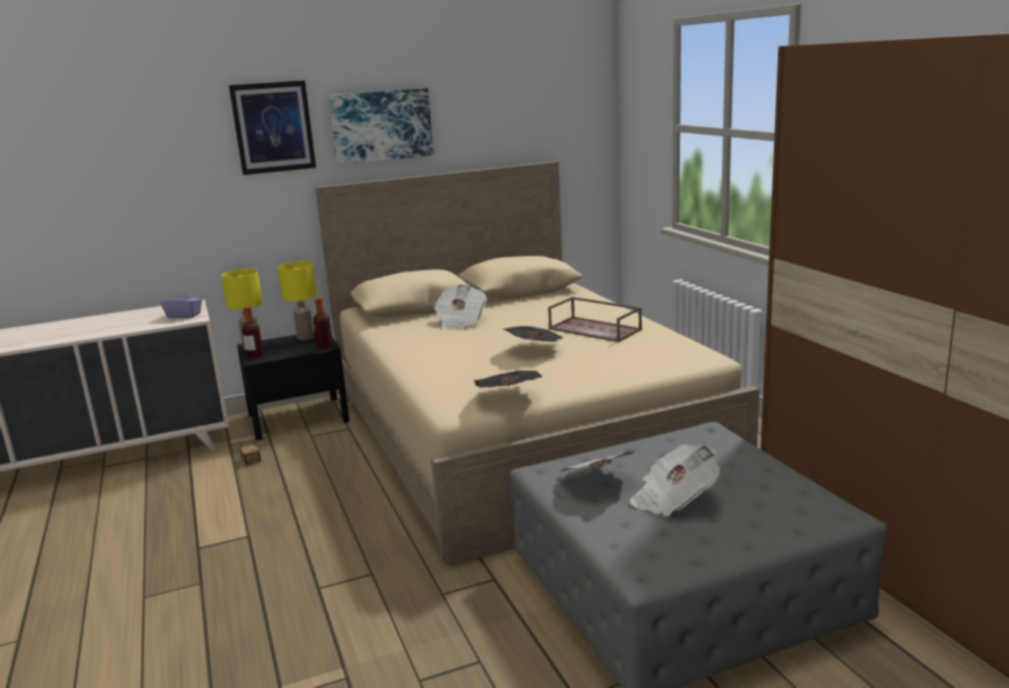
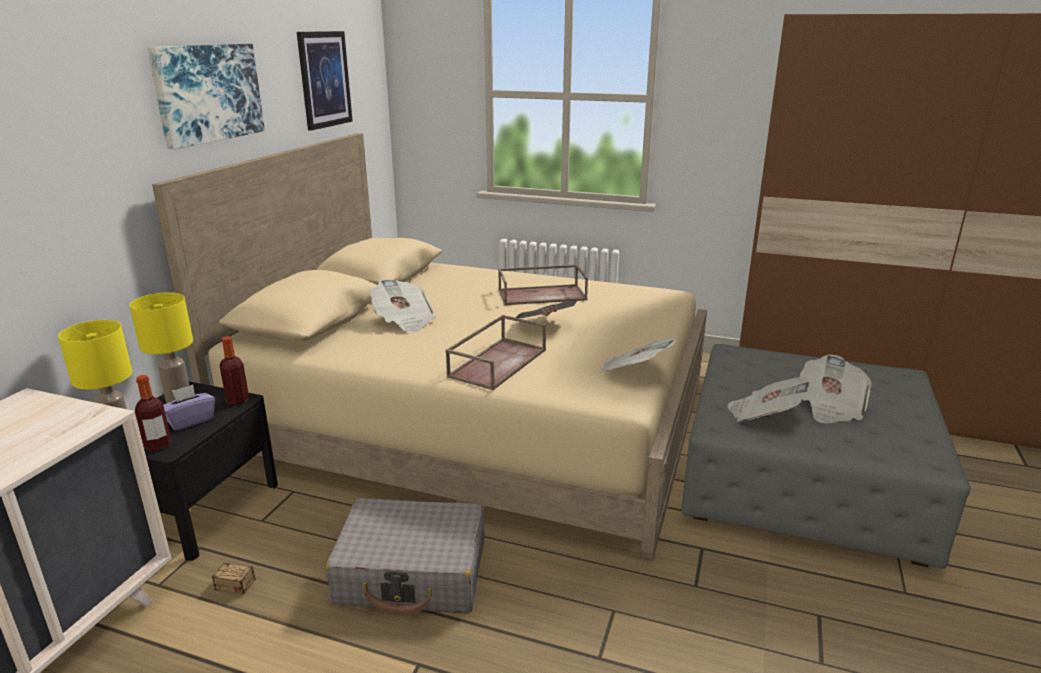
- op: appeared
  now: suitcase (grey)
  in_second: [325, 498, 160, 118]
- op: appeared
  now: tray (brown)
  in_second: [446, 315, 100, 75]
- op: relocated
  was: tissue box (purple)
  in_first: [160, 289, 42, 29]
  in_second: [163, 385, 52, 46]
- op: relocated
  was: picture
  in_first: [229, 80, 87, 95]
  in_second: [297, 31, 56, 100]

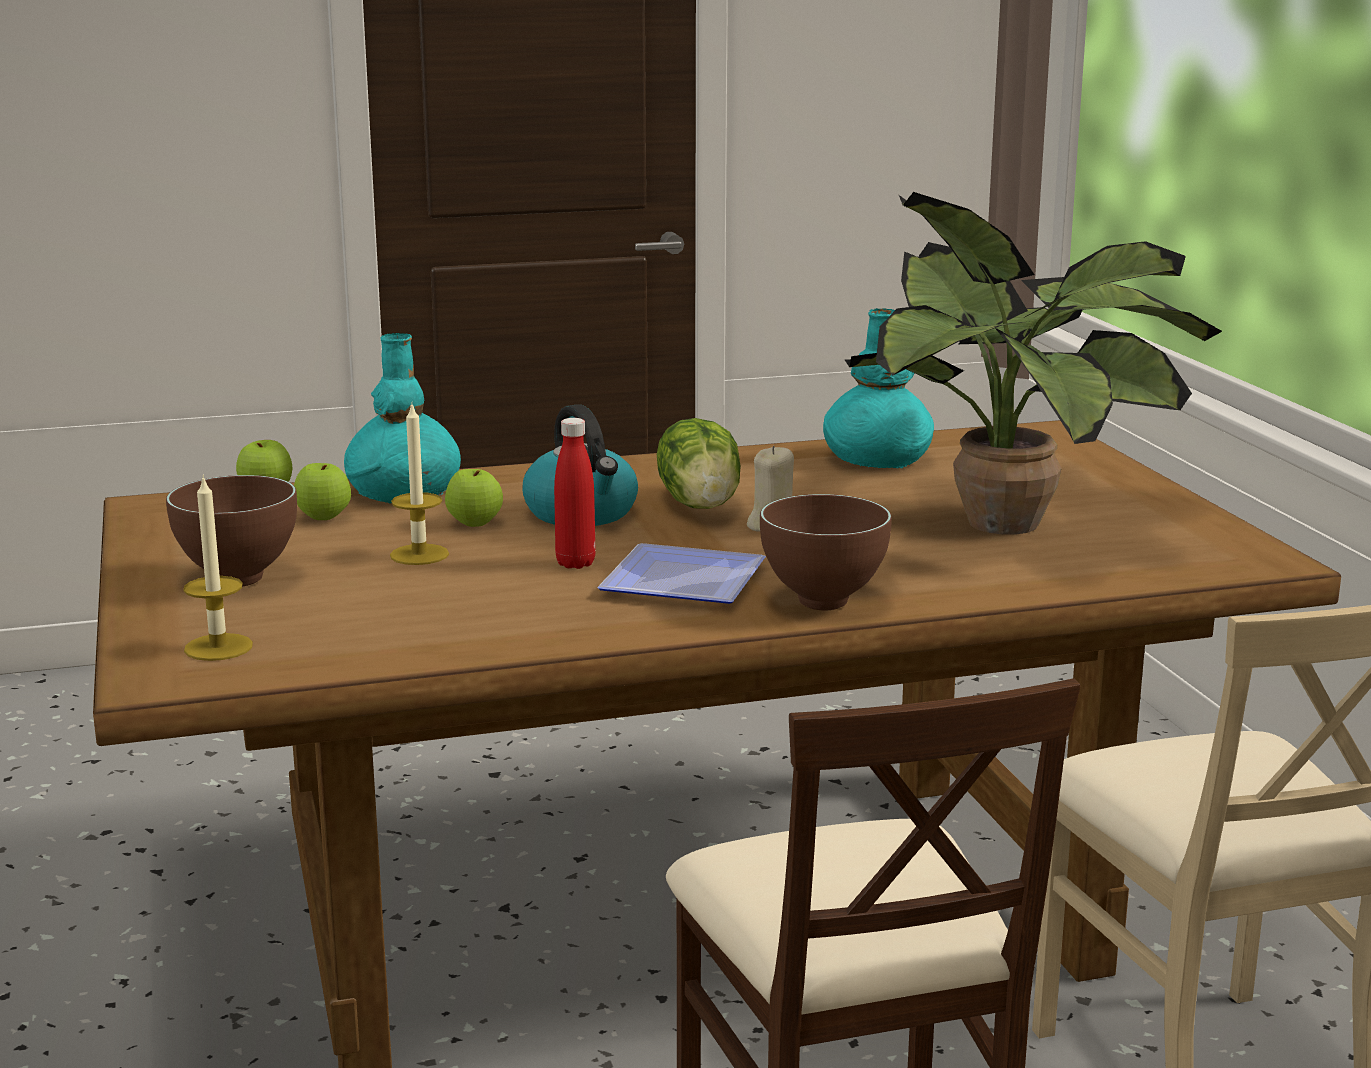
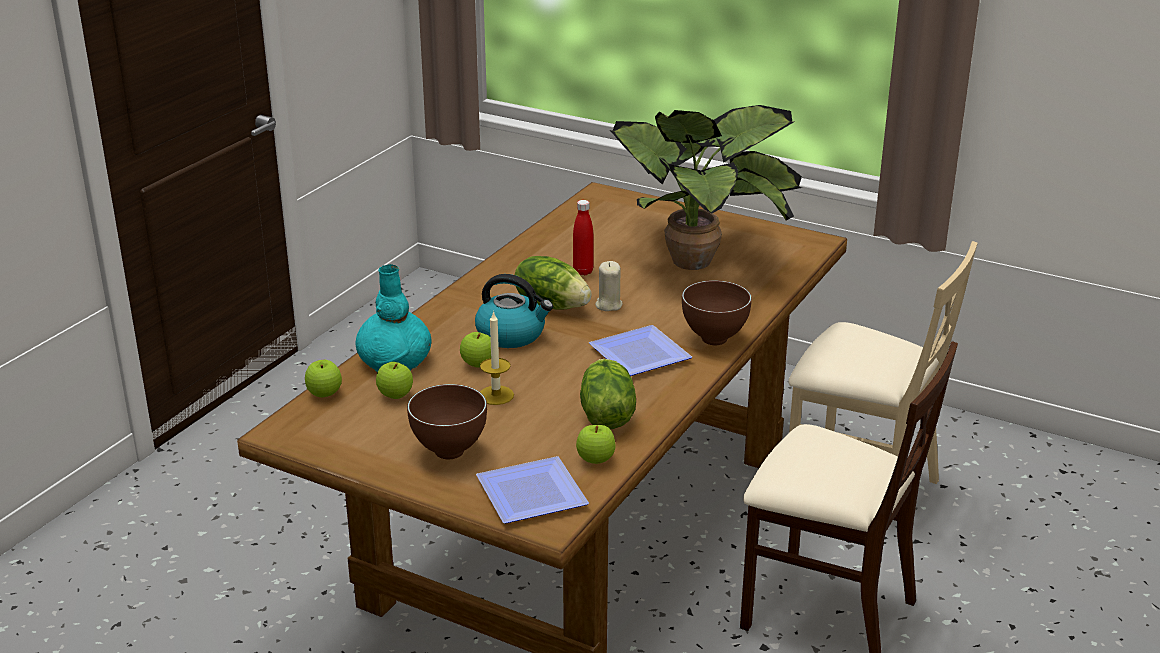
- op: missing
  was: vase (turquoise)
  in_first: [823, 308, 111, 160]
- op: appeared
  now: apple
  in_second: [576, 425, 40, 39]
- op: appeared
  now: lettuce
  in_second: [580, 359, 56, 70]
- op: relocated
  was: bottle (red)
  in_first: [554, 418, 42, 151]
  in_second: [573, 200, 20, 75]
- op: exchanged
  was: candle
  now: plate
  in_first: [183, 475, 70, 186]
  in_second: [476, 456, 113, 68]

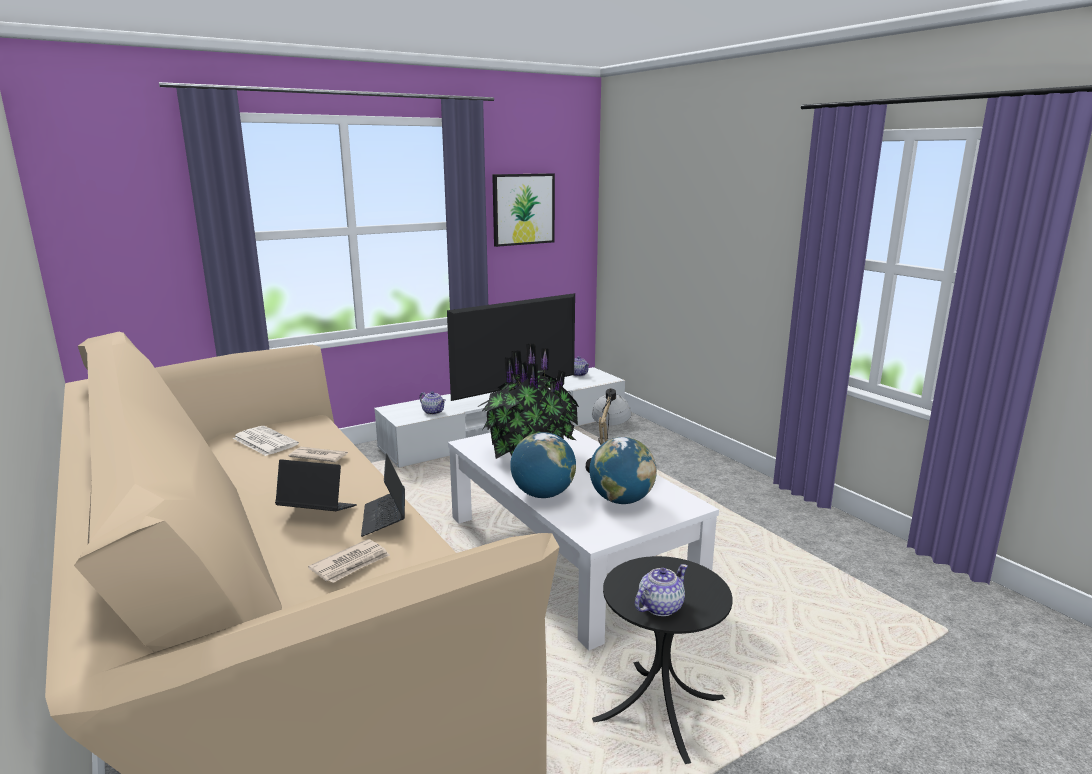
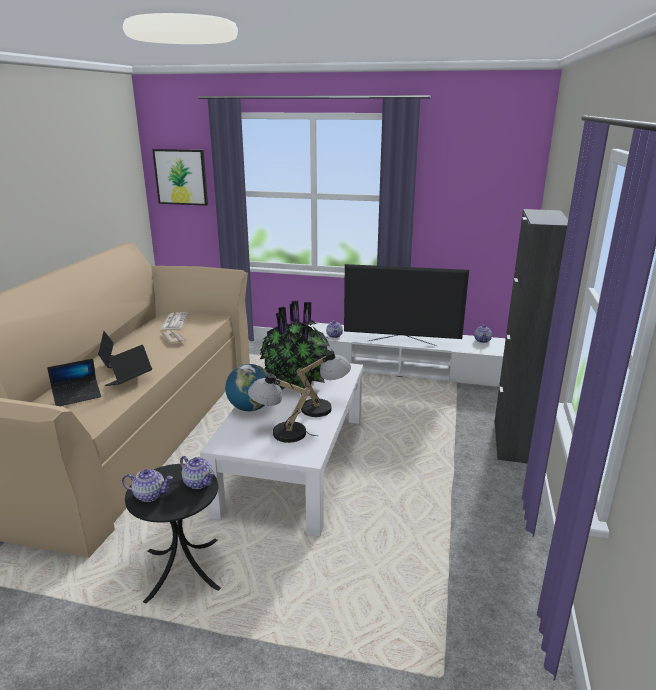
- op: appeared
  now: teapot
  in_second: [180, 456, 34, 33]
- op: appeared
  now: cabinet (black)
  in_second: [495, 209, 73, 254]
- op: relocated
  was: picture
  in_first: [492, 173, 63, 74]
  in_second: [152, 149, 56, 57]
- op: exchanged
  was: newspaper
  now: laptop
  in_first: [308, 539, 82, 44]
  in_second: [47, 359, 54, 47]
- op: exchanged
  was: globe
  now: table lamp
  in_first: [589, 437, 68, 67]
  in_second: [248, 372, 69, 71]

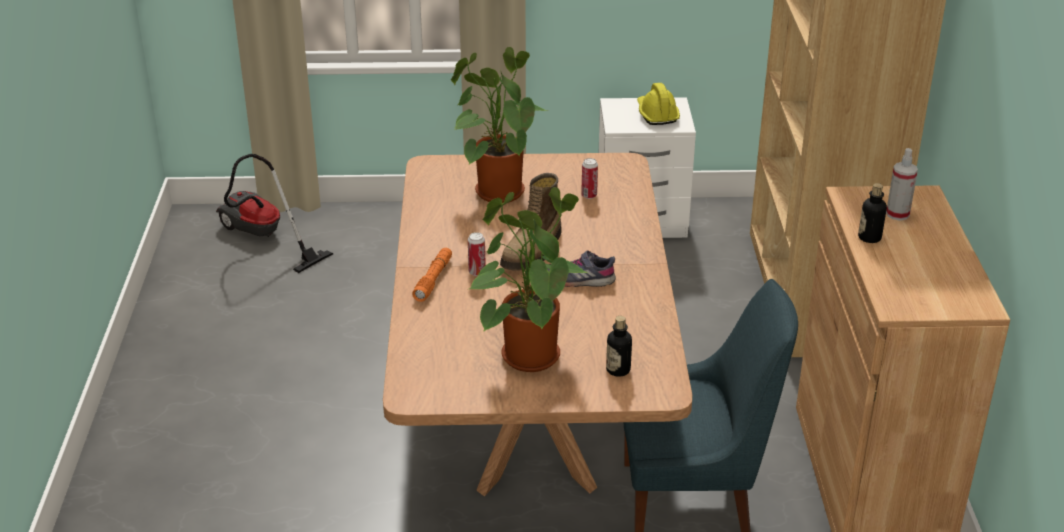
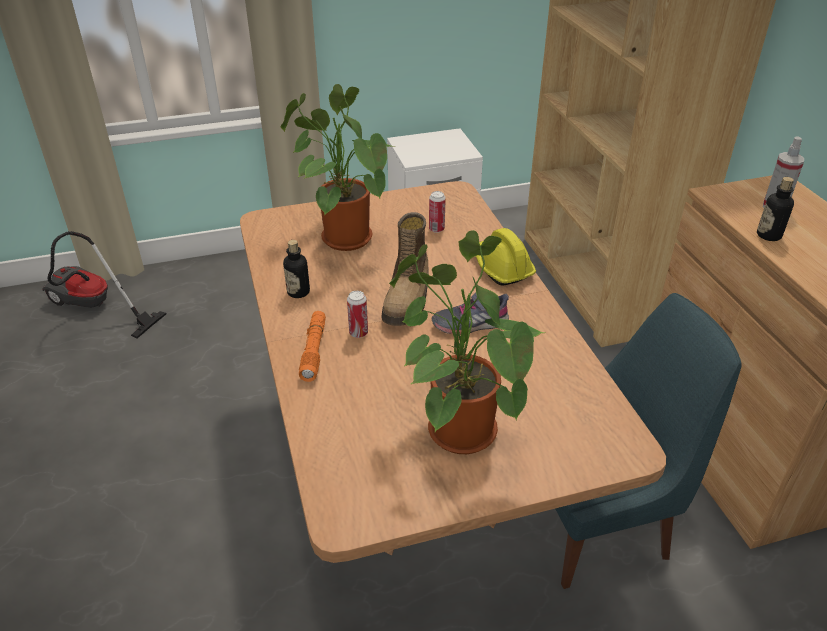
- op: relocated
  was: bottle
  in_first: [606, 316, 26, 61]
  in_second: [283, 240, 27, 58]
- op: relocated
  was: hard hat (yellow)
  in_first: [637, 83, 43, 42]
  in_second: [475, 228, 61, 57]

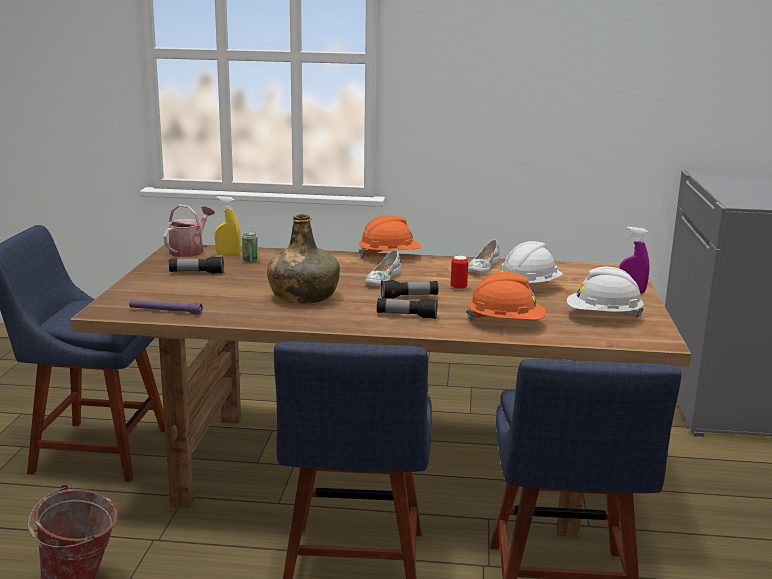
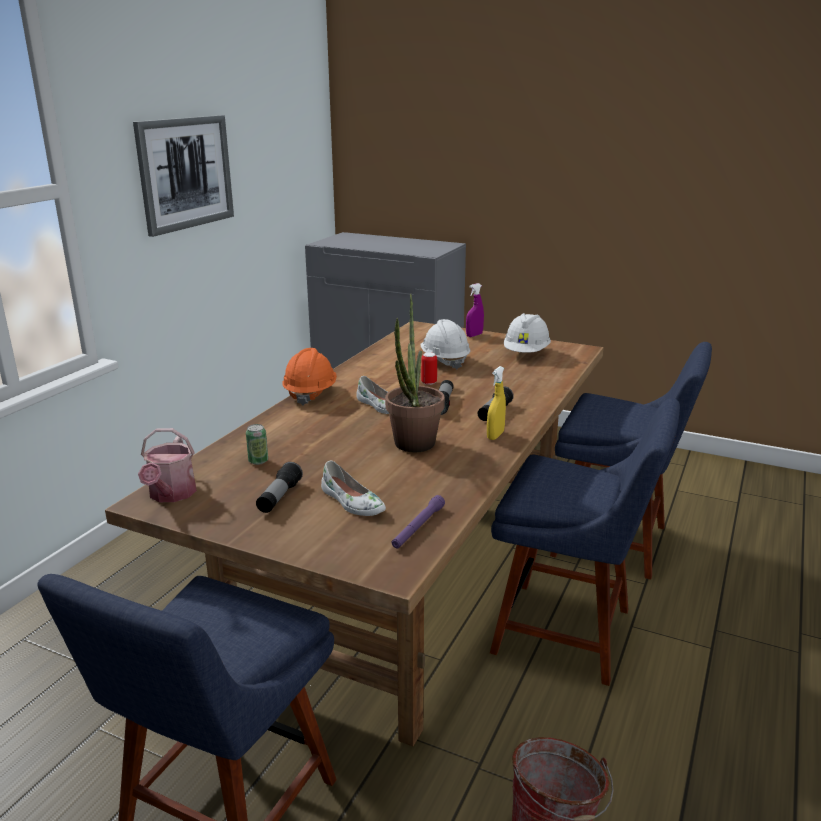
- op: missing
  was: hard hat (orange)
  in_first: [466, 272, 80, 48]
- op: appeared
  now: picture
  in_second: [133, 115, 101, 122]
- op: relocated
  was: spray bottle (yellow)
  in_first: [214, 196, 27, 60]
  in_second: [487, 366, 19, 74]
- op: relocated
  was: shoe (white)
  in_first: [468, 240, 32, 33]
  in_second: [321, 461, 65, 55]
- op: exchanged
  was: bottle (green)
  now: potted plant
  in_first: [267, 214, 73, 90]
  in_second: [385, 294, 60, 158]
- op: spun
  was: watering can
  in_first: [163, 204, 52, 53]
  in_second: [138, 428, 59, 74]
  clockwise: -135

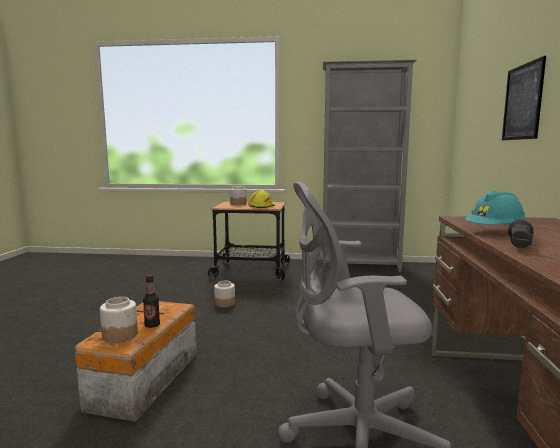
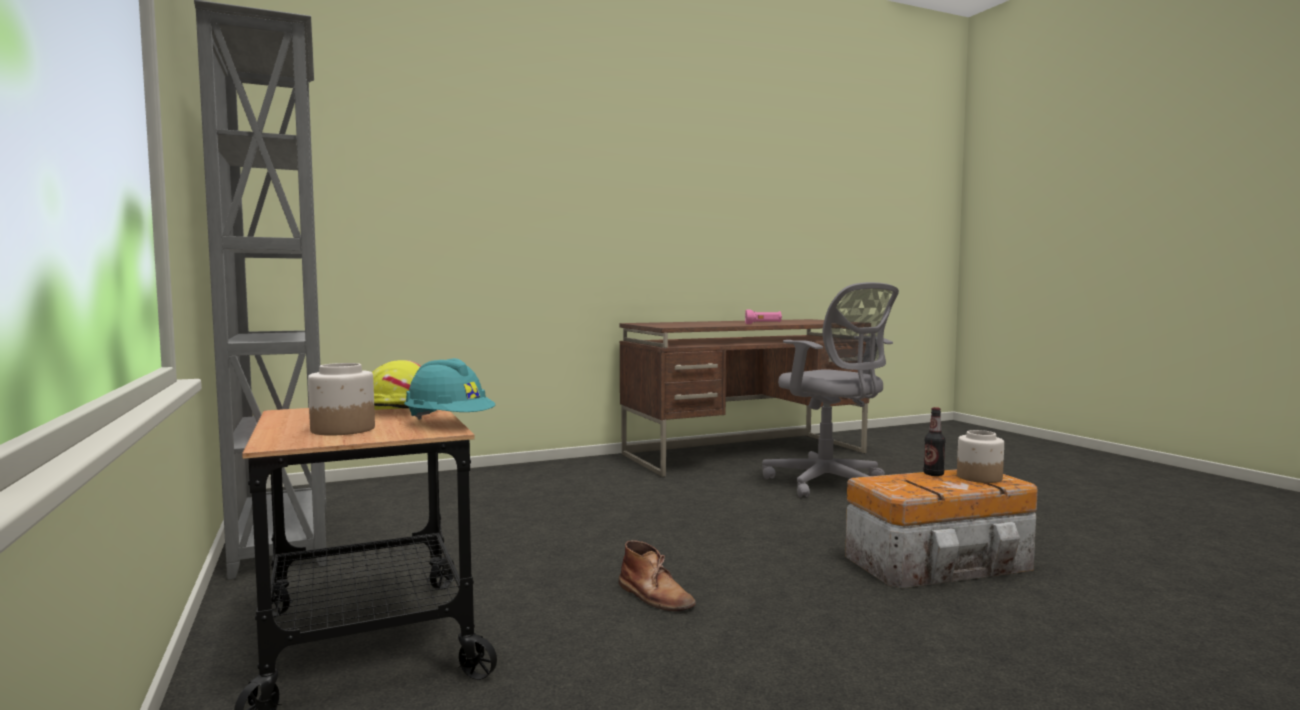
- op: missing
  was: picture
  in_first: [502, 56, 44, 84]
- op: relocated
  was: hard hat (turquoise)
  in_first: [465, 191, 61, 35]
  in_second: [404, 358, 91, 62]
- op: exchanged
  was: jar
  now: boot (brown)
  in_first: [214, 281, 21, 26]
  in_second: [619, 540, 77, 72]
- op: colour
  was: flashlight (black)
  now: flashlight (pink)
  in_first: [508, 219, 26, 29]
  in_second: [745, 309, 37, 15]

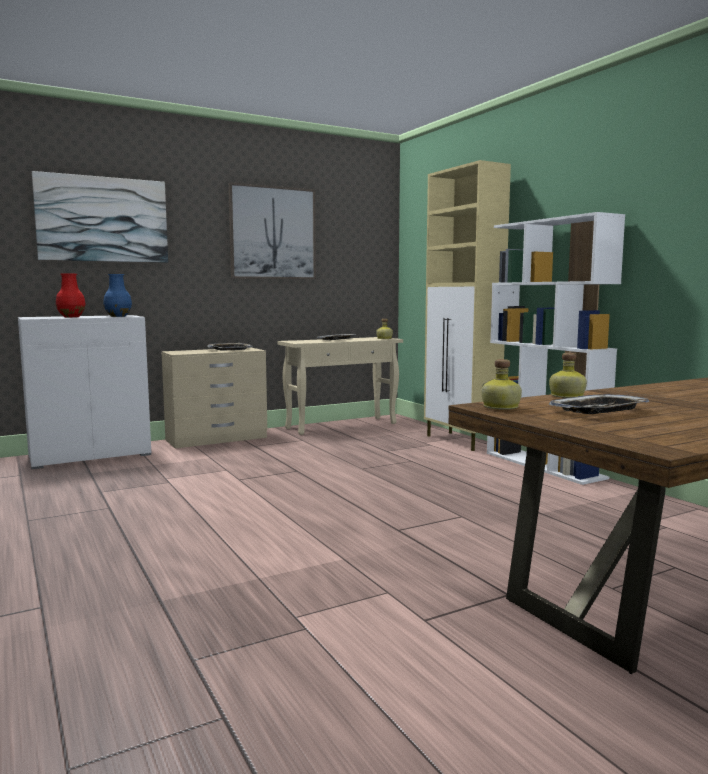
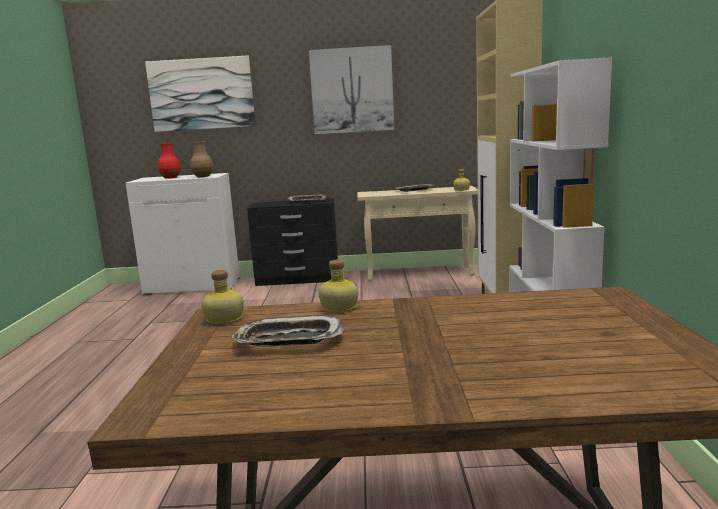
- op: colour
  was: vase (blue)
  now: vase (brown)
  in_first: [103, 274, 29, 43]
  in_second: [190, 141, 23, 36]
- op: colour
  was: dresser (beige)
  now: dresser (black)
  in_first: [162, 348, 105, 101]
  in_second: [247, 198, 91, 88]

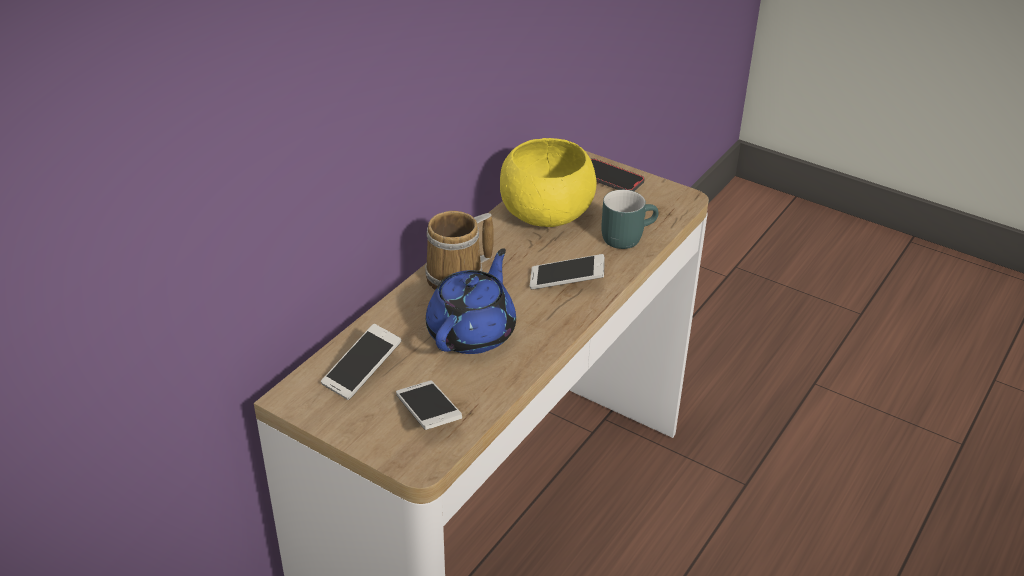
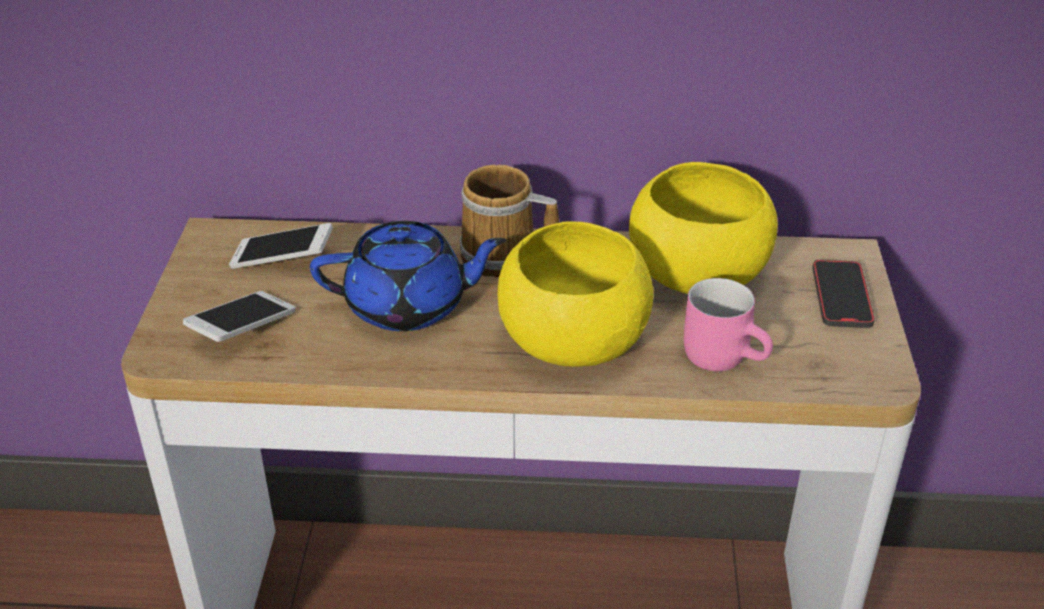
- op: exchanged
  was: phone
  now: bowl (yellow)
  in_first: [530, 254, 75, 36]
  in_second: [497, 221, 156, 146]
- op: colour
  was: mug (turquoise)
  now: mug (pink)
  in_first: [601, 190, 57, 59]
  in_second: [684, 278, 89, 93]

